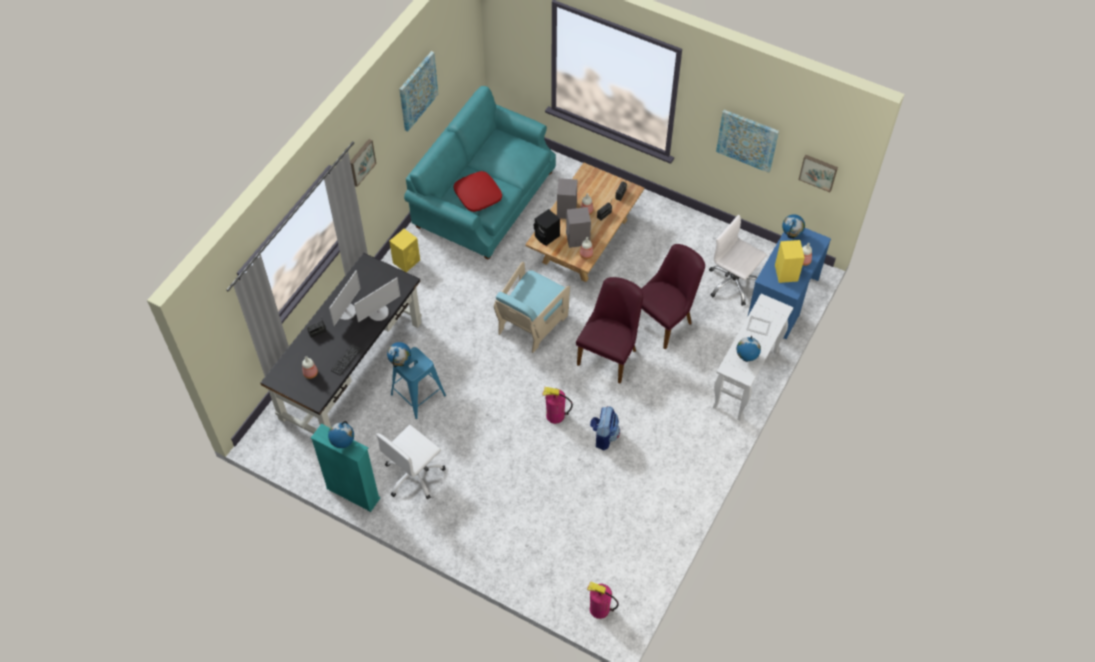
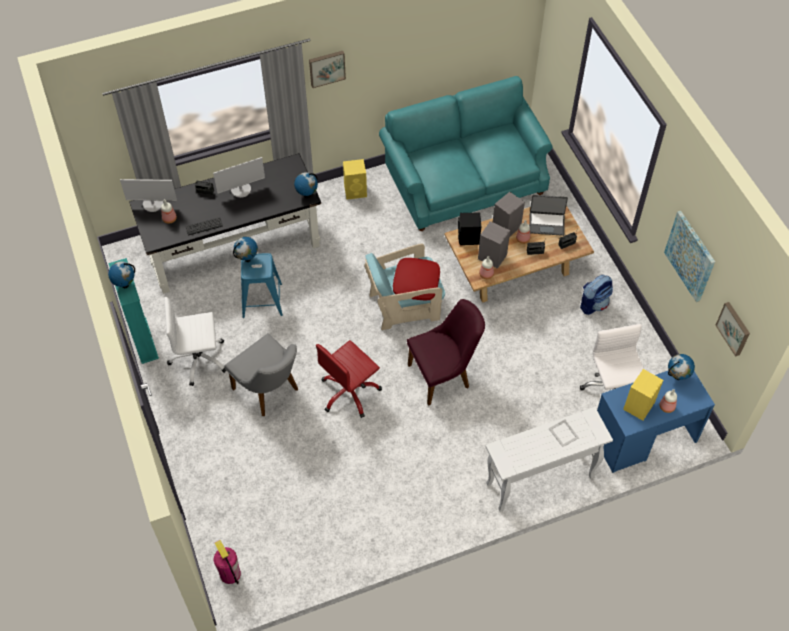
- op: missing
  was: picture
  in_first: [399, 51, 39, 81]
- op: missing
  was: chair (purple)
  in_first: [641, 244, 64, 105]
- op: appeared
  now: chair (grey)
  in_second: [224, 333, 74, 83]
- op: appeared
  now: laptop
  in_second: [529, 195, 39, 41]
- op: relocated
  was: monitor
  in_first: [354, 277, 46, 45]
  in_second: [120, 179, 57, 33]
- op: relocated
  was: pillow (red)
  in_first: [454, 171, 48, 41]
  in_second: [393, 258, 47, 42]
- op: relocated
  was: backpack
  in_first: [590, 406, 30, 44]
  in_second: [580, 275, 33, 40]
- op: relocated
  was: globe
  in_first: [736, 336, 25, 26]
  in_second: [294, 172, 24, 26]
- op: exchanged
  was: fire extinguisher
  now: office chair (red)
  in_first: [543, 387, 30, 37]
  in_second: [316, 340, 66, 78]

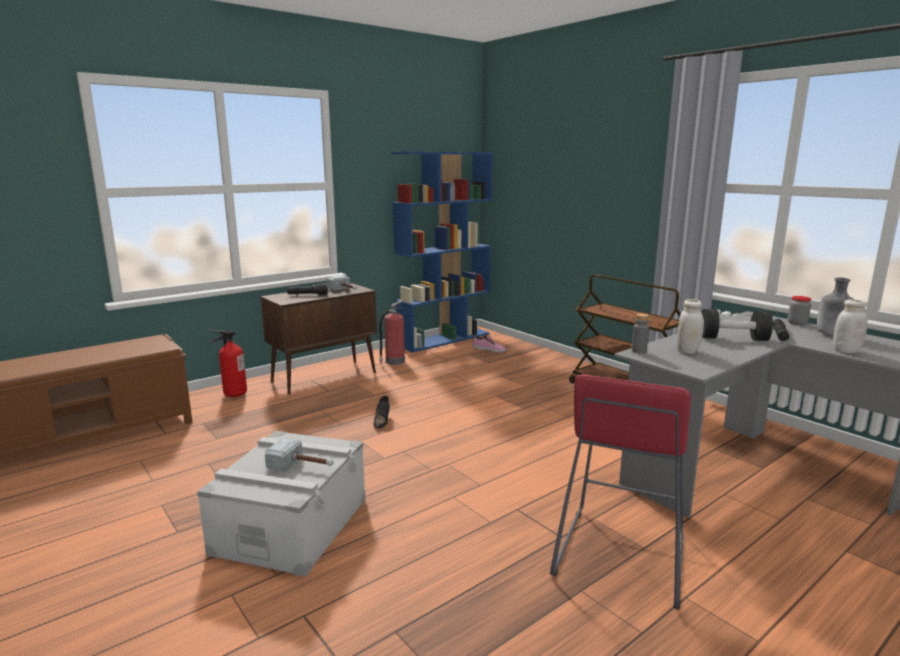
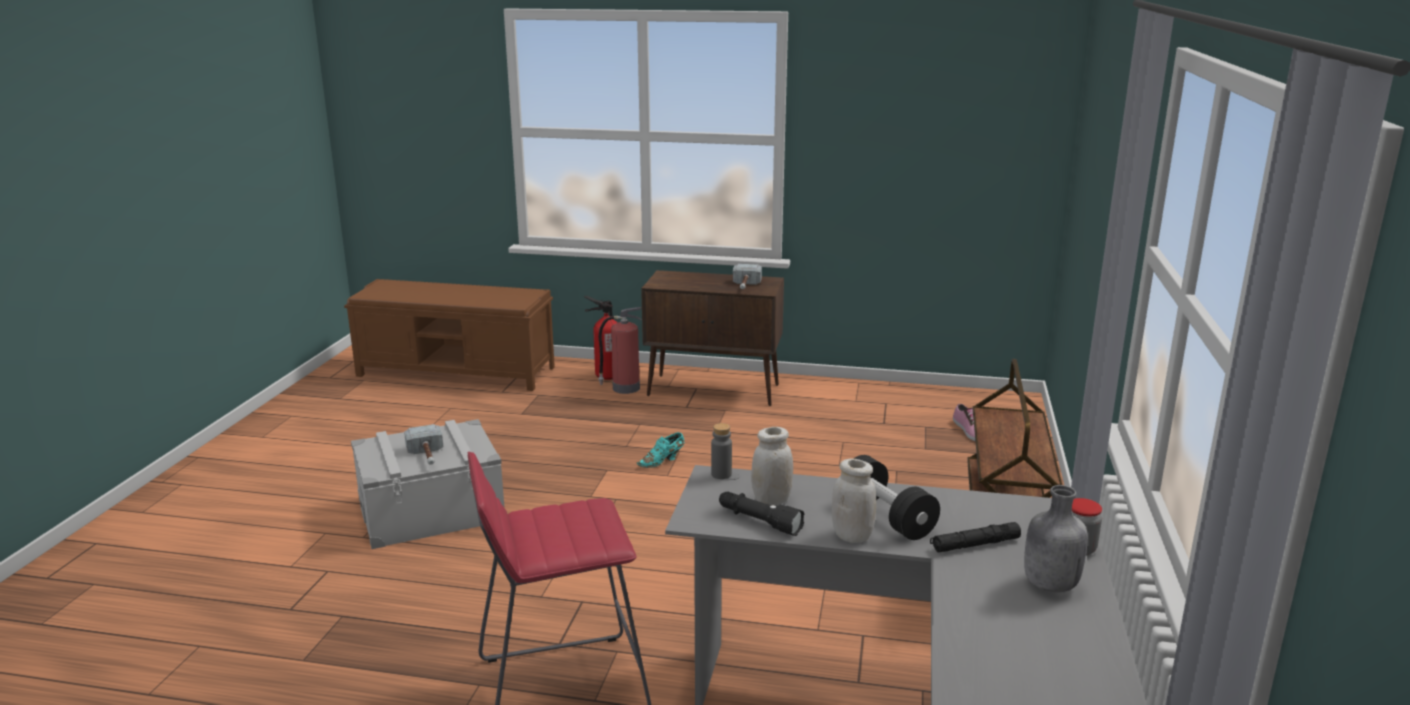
- op: missing
  was: bookcase (blue)
  in_first: [391, 152, 102, 201]
- op: relocated
  was: flashlight (black)
  in_first: [287, 283, 41, 12]
  in_second: [719, 492, 85, 44]
- op: relocated
  was: fire extinguisher
  in_first: [379, 300, 26, 65]
  in_second: [598, 307, 43, 87]
- op: relocated
  was: jar (white)
  in_first: [833, 299, 35, 54]
  in_second: [832, 458, 44, 85]
- op: colour
  was: shoe (black)
  now: shoe (turquoise)
  in_first: [373, 396, 17, 33]
  in_second: [637, 432, 48, 36]

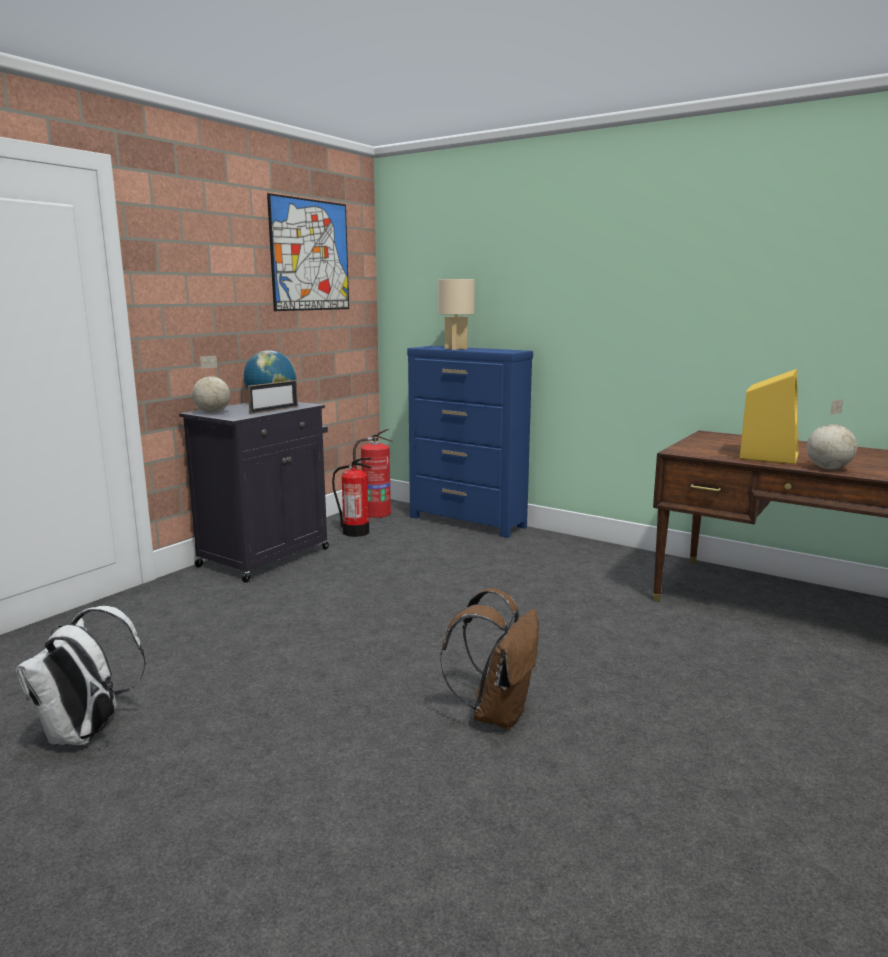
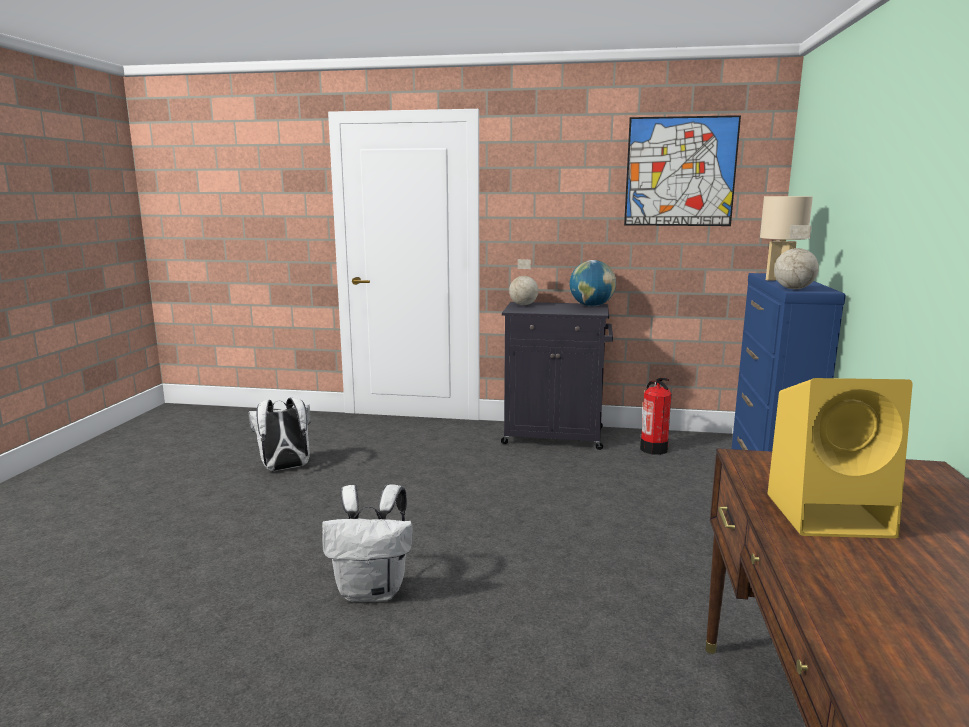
- op: missing
  was: picture frame
  in_first: [248, 380, 50, 34]
- op: missing
  was: fire extinguisher
  in_first: [353, 428, 40, 90]
- op: relocated
  was: globe
  in_first: [806, 399, 51, 70]
  in_second: [774, 225, 45, 64]
- op: colour
  was: backpack (brown)
  now: backpack (white)
  in_first: [440, 588, 99, 141]
  in_second: [322, 484, 91, 118]

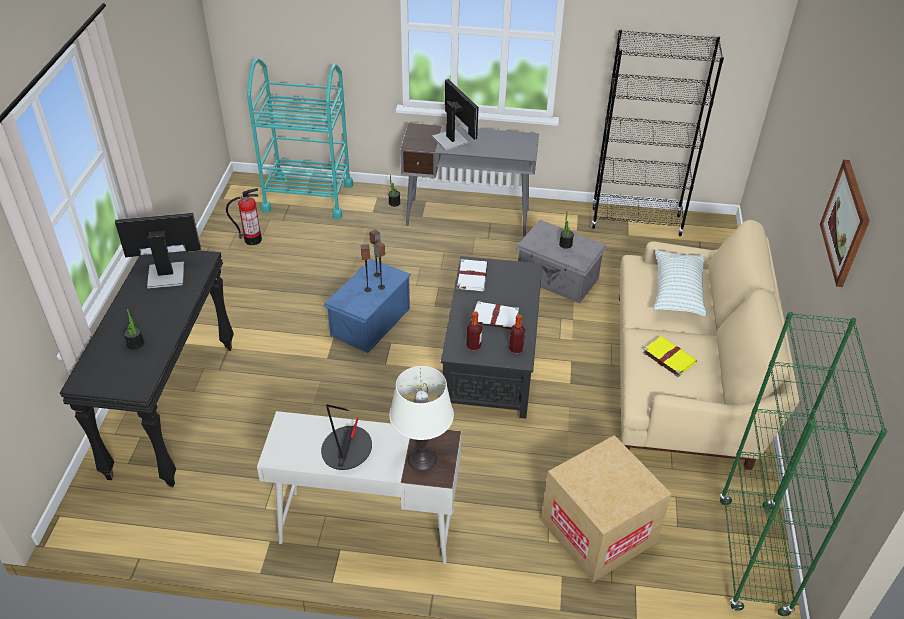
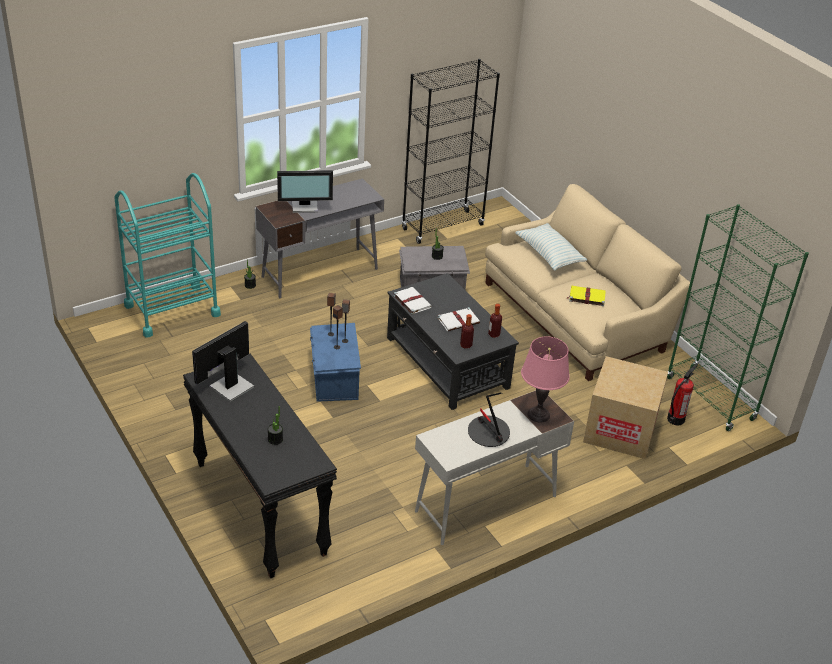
- op: missing
  was: picture
  in_first: [820, 160, 50, 127]
- op: relocated
  was: fire extinguisher
  in_first: [226, 188, 36, 57]
  in_second: [667, 366, 29, 59]
- op: colour
  was: table lamp (white)
  now: table lamp (pink)
  in_first: [389, 366, 65, 105]
  in_second: [521, 337, 49, 86]
- op: spun
  was: monitor
  in_first: [432, 79, 46, 72]
  in_second: [277, 170, 56, 43]
  clockwise: 150

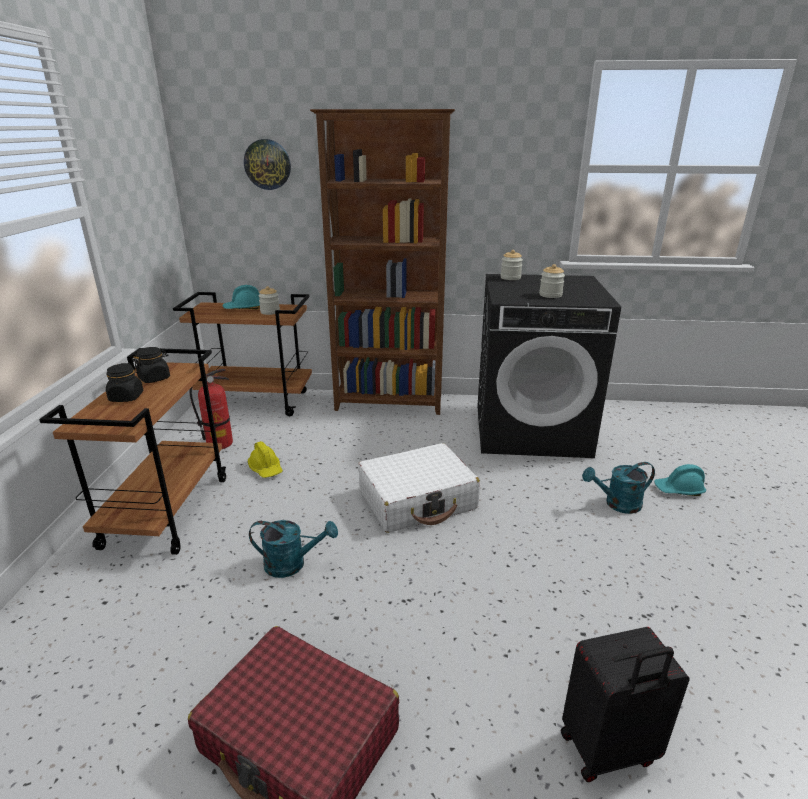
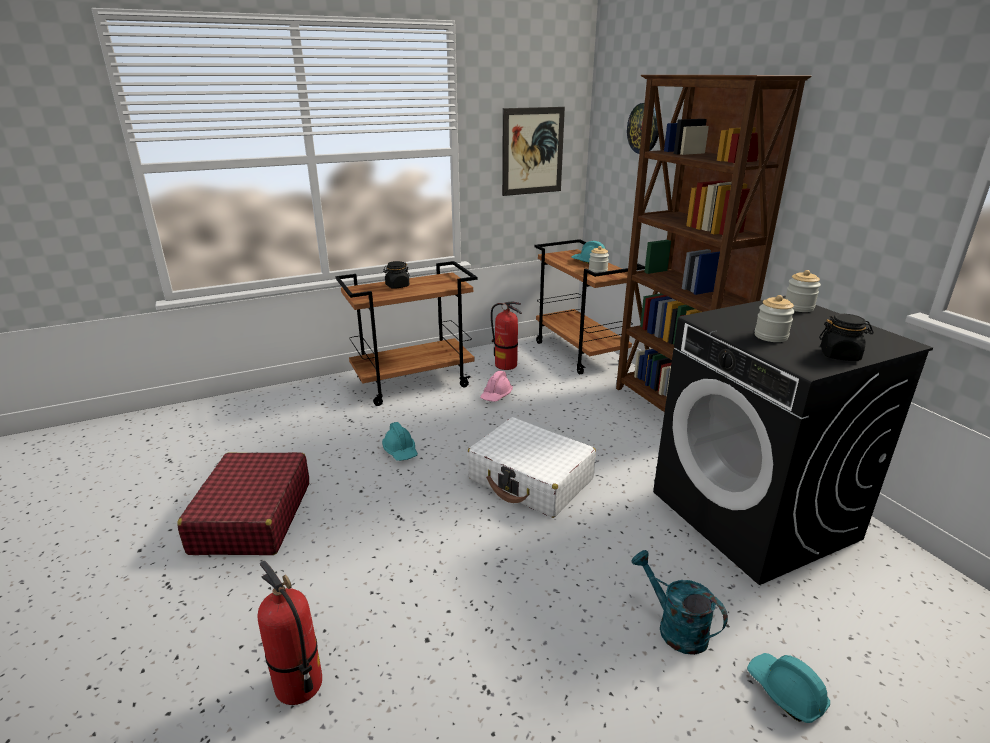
- op: appeared
  now: picture
  in_second: [502, 107, 63, 89]
- op: relocated
  was: jar (black)
  in_first: [133, 347, 37, 36]
  in_second: [819, 314, 55, 47]
- op: exchanged
  was: watering can (turquoise)
  now: hard hat (turquoise)
  in_first: [249, 520, 89, 58]
  in_second: [382, 422, 36, 39]
- op: exchanged
  was: suitcase (black)
  now: fire extinguisher
  in_first: [561, 627, 129, 155]
  in_second: [258, 561, 64, 144]
- op: colour
  was: hard hat (yellow)
  now: hard hat (pink)
  in_first: [248, 441, 35, 37]
  in_second: [480, 371, 33, 31]

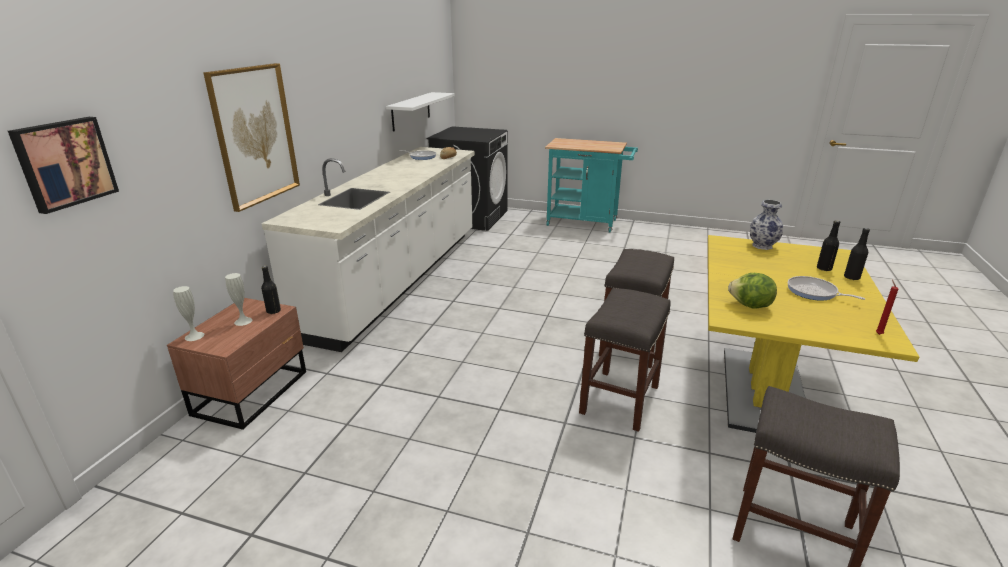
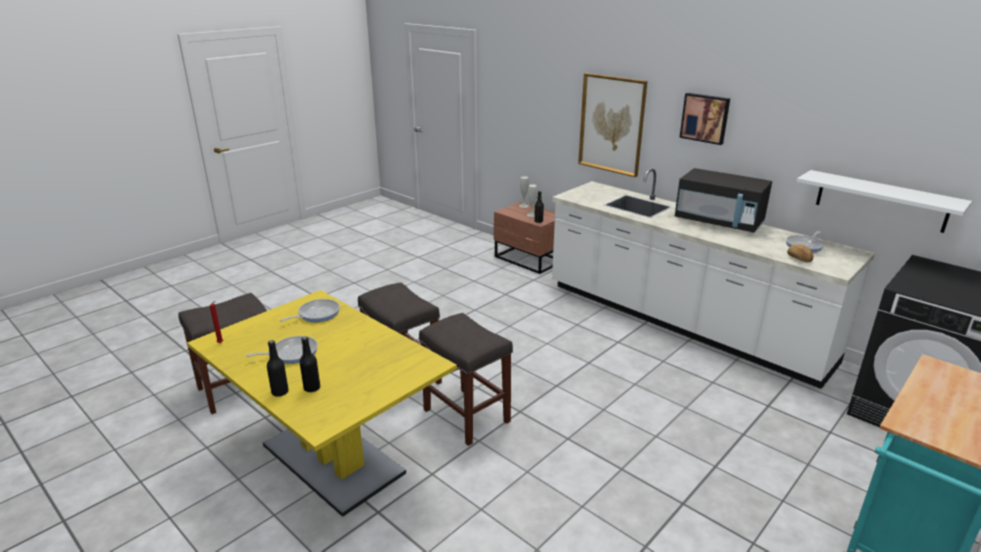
- op: missing
  was: vase
  in_first: [750, 200, 33, 50]
- op: appeared
  now: microwave (black)
  in_second: [675, 168, 97, 65]
- op: relocated
  was: picture
  in_first: [8, 117, 111, 97]
  in_second: [679, 93, 51, 52]
- op: exchanged
  was: lettuce
  now: frying pan
  in_first: [728, 273, 49, 35]
  in_second: [280, 299, 60, 23]

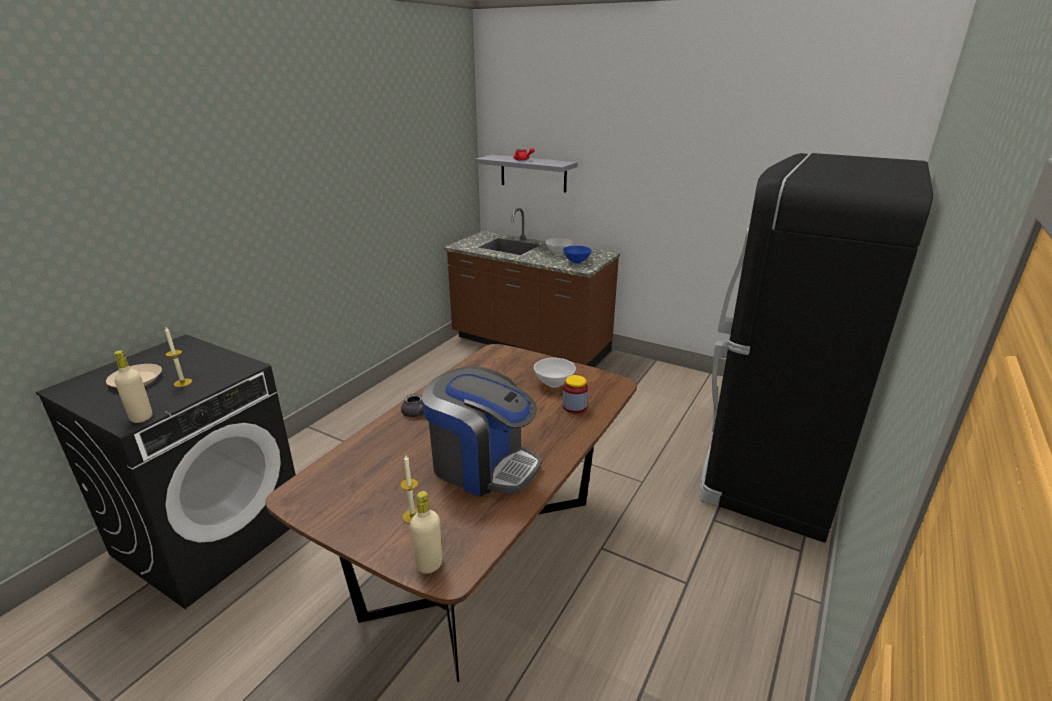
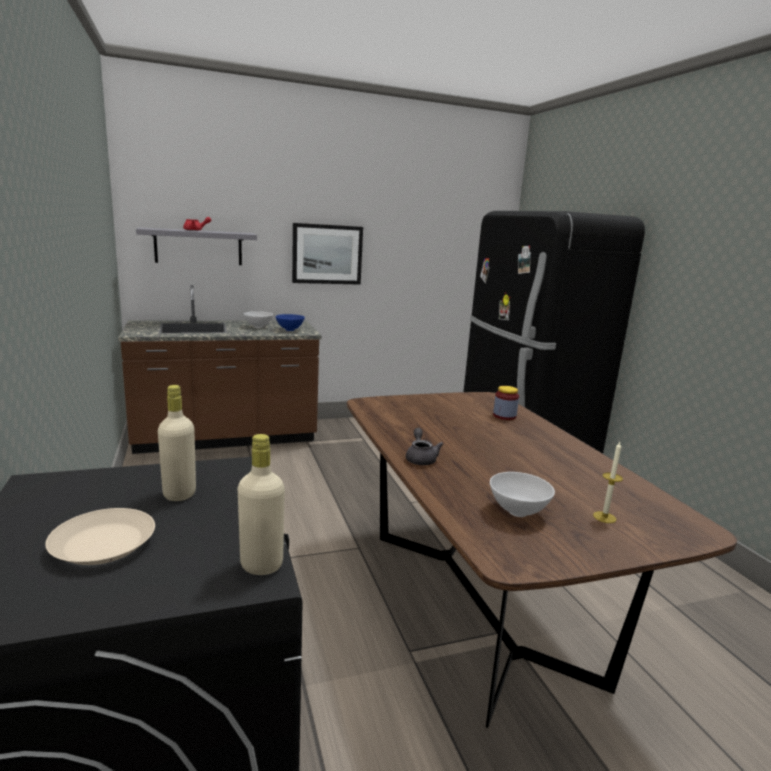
- op: missing
  was: candle
  in_first: [165, 327, 27, 60]
- op: missing
  was: coffee machine
  in_first: [422, 366, 120, 131]
- op: appeared
  now: picture
  in_second: [292, 223, 71, 62]
- op: relocated
  was: bottle (beige)
  in_first: [410, 491, 32, 83]
  in_second: [158, 385, 38, 116]
- op: relocated
  was: bowl (white)
  in_first: [534, 358, 42, 30]
  in_second: [490, 472, 65, 45]

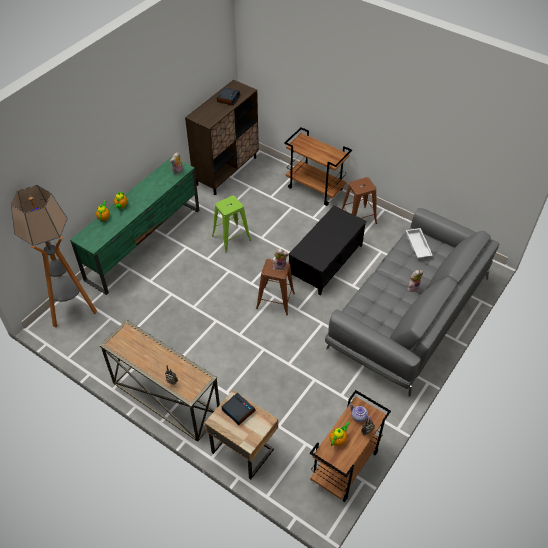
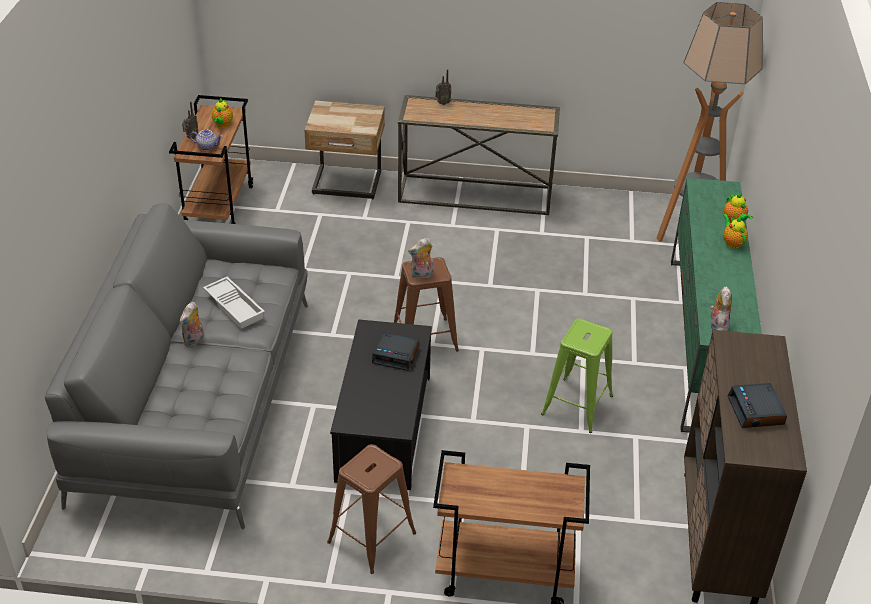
- op: relocated
  was: alarm clock
  in_first: [222, 393, 34, 32]
  in_second: [372, 332, 47, 39]
- op: relocated
  was: tray (white)
  in_first: [406, 228, 27, 30]
  in_second: [203, 277, 62, 52]

